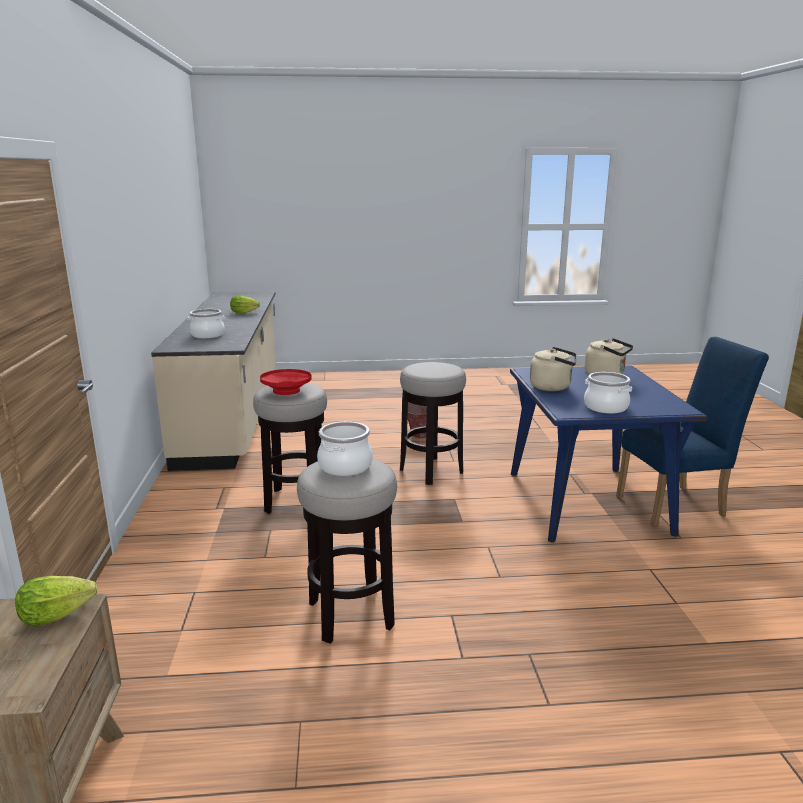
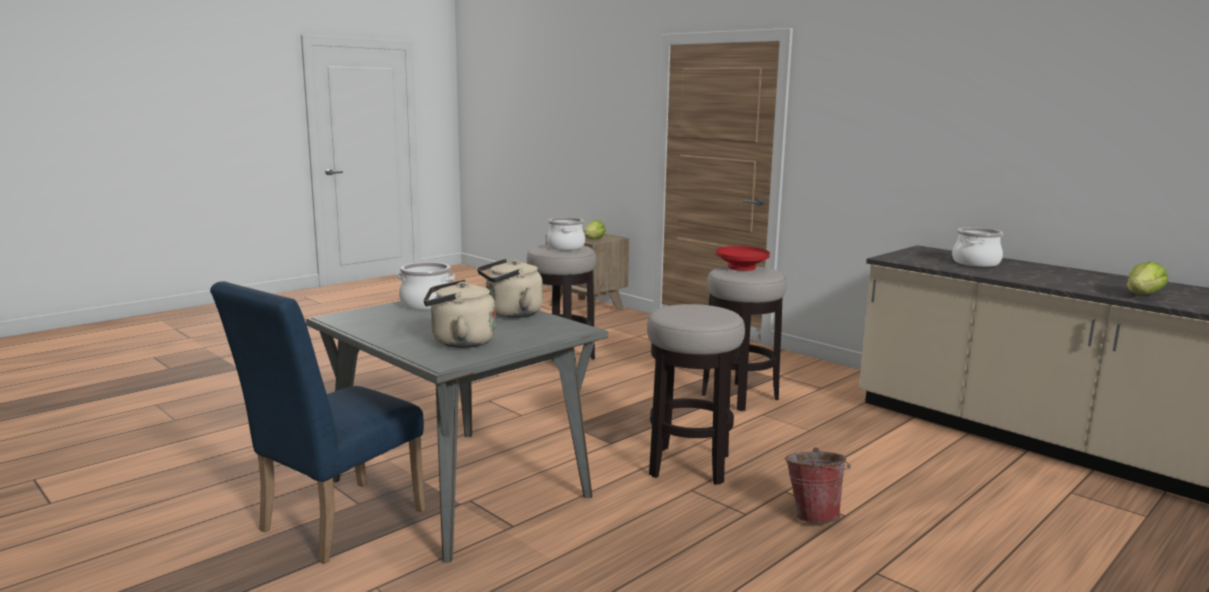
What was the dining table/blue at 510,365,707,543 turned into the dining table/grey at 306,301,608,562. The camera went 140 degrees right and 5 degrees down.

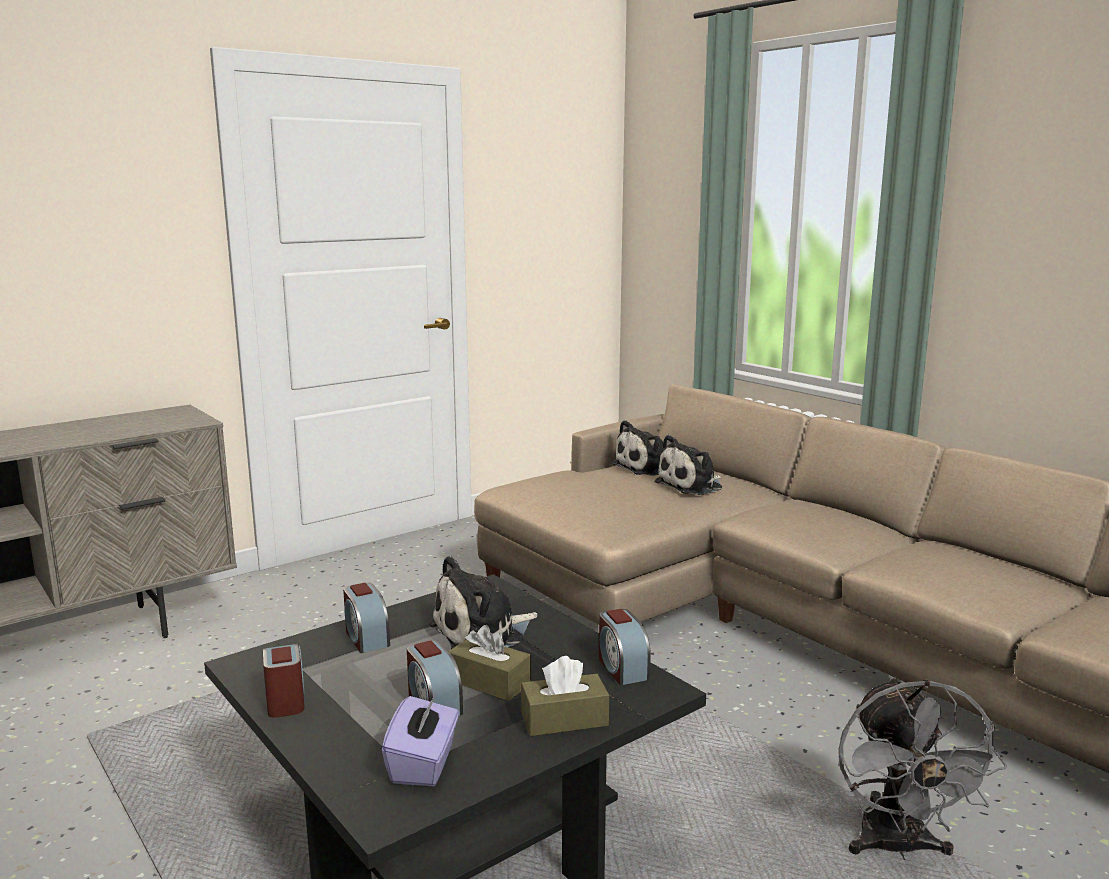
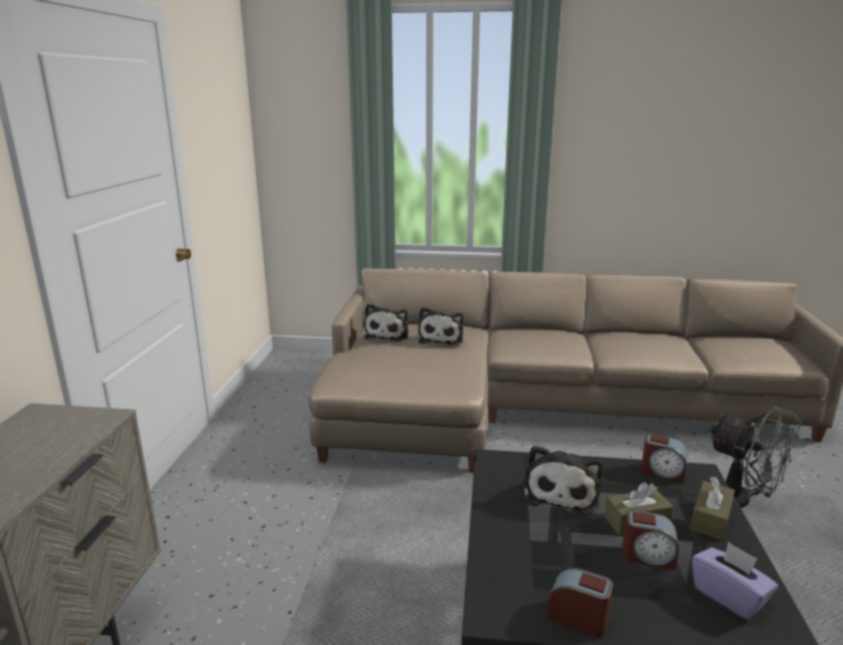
The second view lost the alarm clock at 343,583,390,653. The camera went 45 degrees left and 5 degrees up.

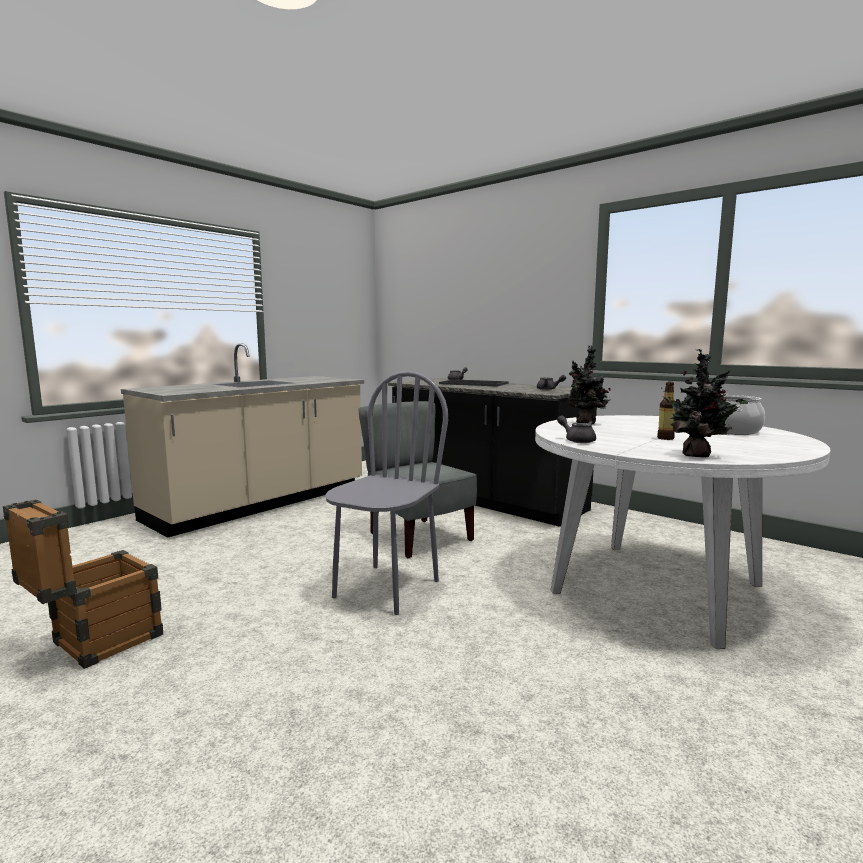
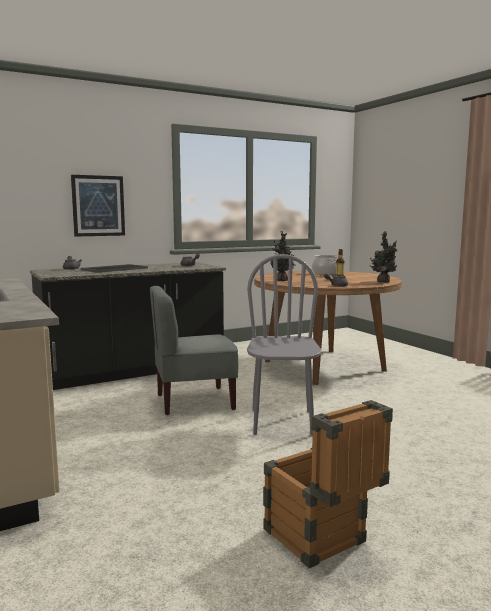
The second view gained the picture at 71,175,125,237. The chair/grey at 325,371,448,615 ended up facing another way, 45 degrees clockwise from before. What was the dining table/white at 535,415,831,649 turned into the dining table/brown at 254,271,402,385. The camera went 70 degrees left and 0 degrees up.

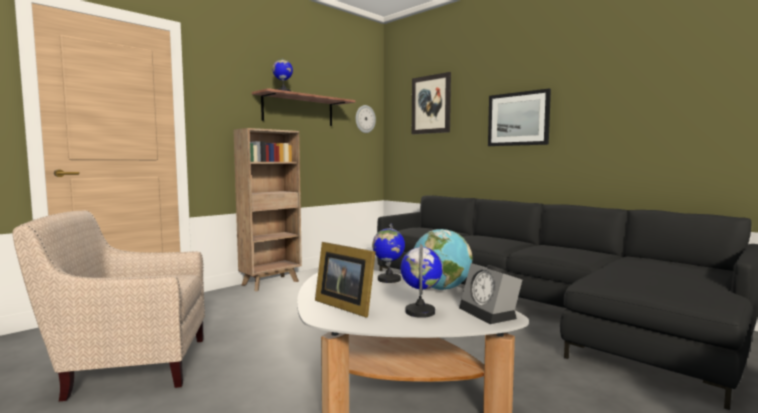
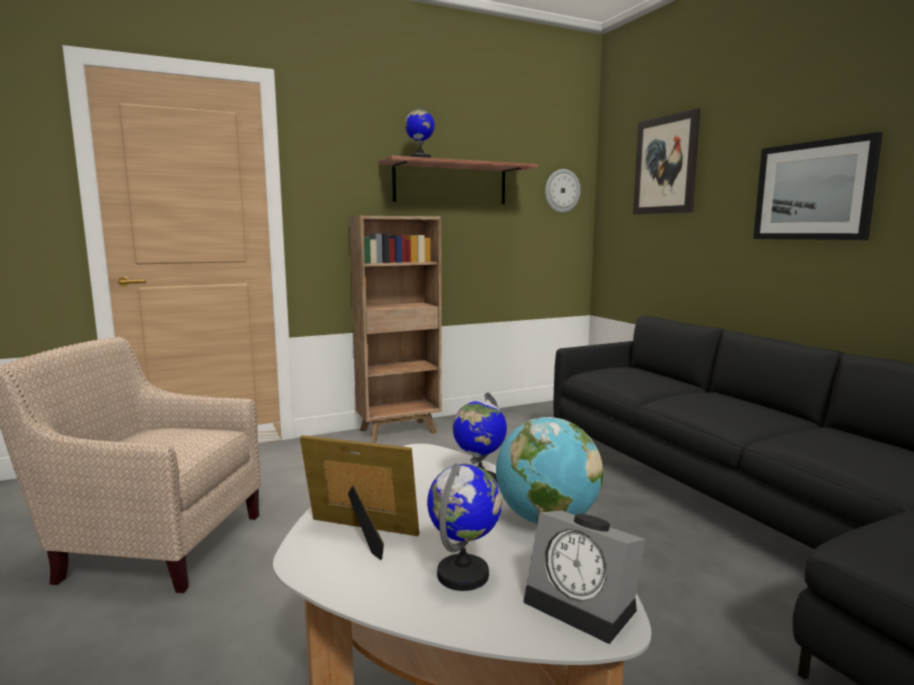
The picture frame at 315,242,376,317 ended up facing another way, 135 degrees clockwise from before. The alarm clock at 459,263,522,324 ended up facing another way, 45 degrees counterclockwise from before. The camera went 20 degrees right and 5 degrees up.

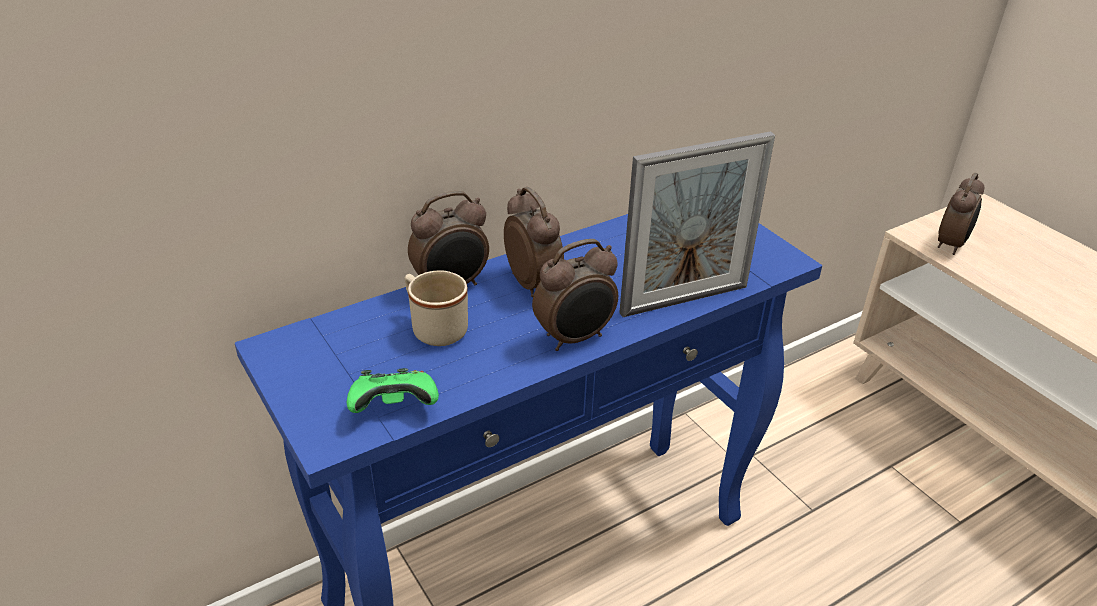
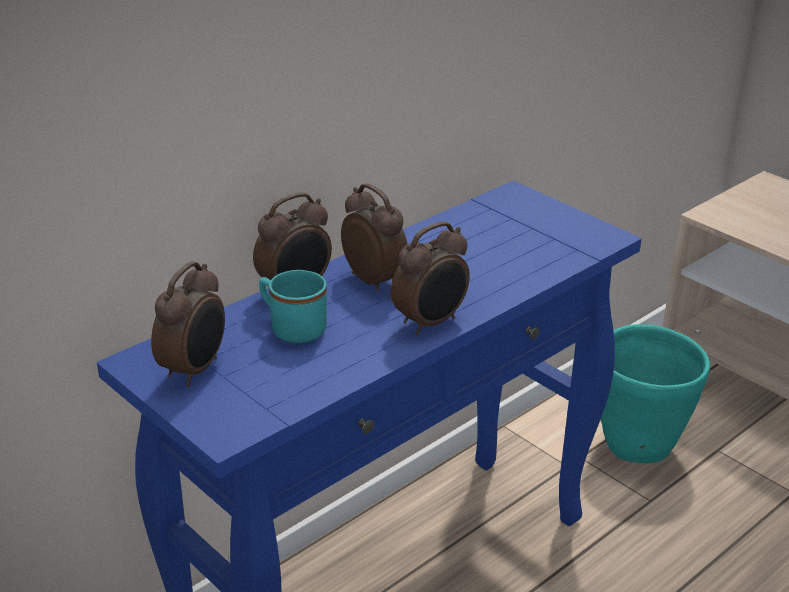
The alarm clock ended up elsewhere, having gone from 938,173,984,255 to 151,261,225,387. What was the mug/beige at 405,270,468,346 turned into the mug/turquoise at 259,270,327,344. The second view gained the planter/turquoise at 601,324,710,463. The second view lost the game controller/green at 347,368,439,413. The second view lost the picture frame at 619,131,775,317. The camera went 10 degrees left and 5 degrees down.

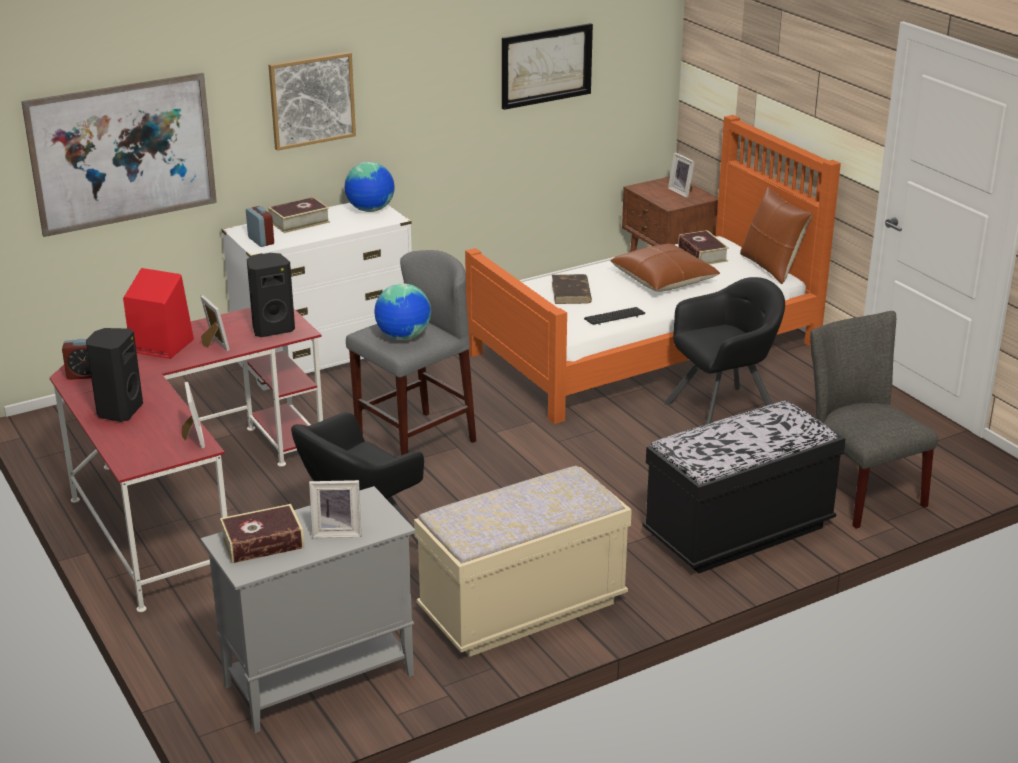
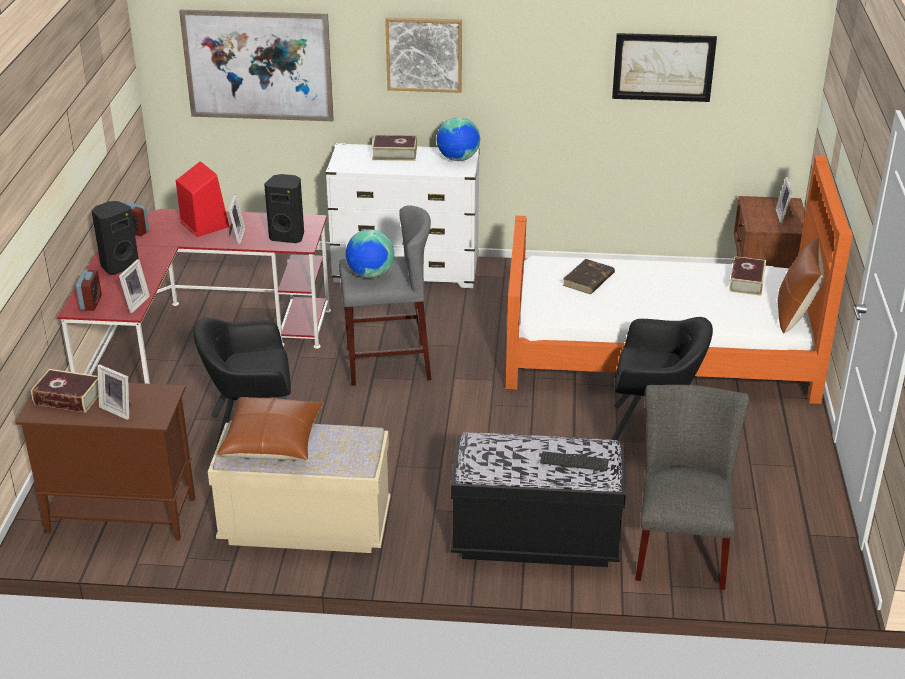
What was the cabinet/grey at 201,486,415,733 turned into the cabinet/brown at 15,383,195,541. The alarm clock ended up elsewhere, having gone from 246,206,274,247 to 76,270,102,311. The pillow/brown ended up elsewhere, having gone from 611,244,720,292 to 217,397,323,461. The keyboard ended up elsewhere, having gone from 584,307,645,325 to 540,451,609,472. The camera went 35 degrees right and 5 degrees up.

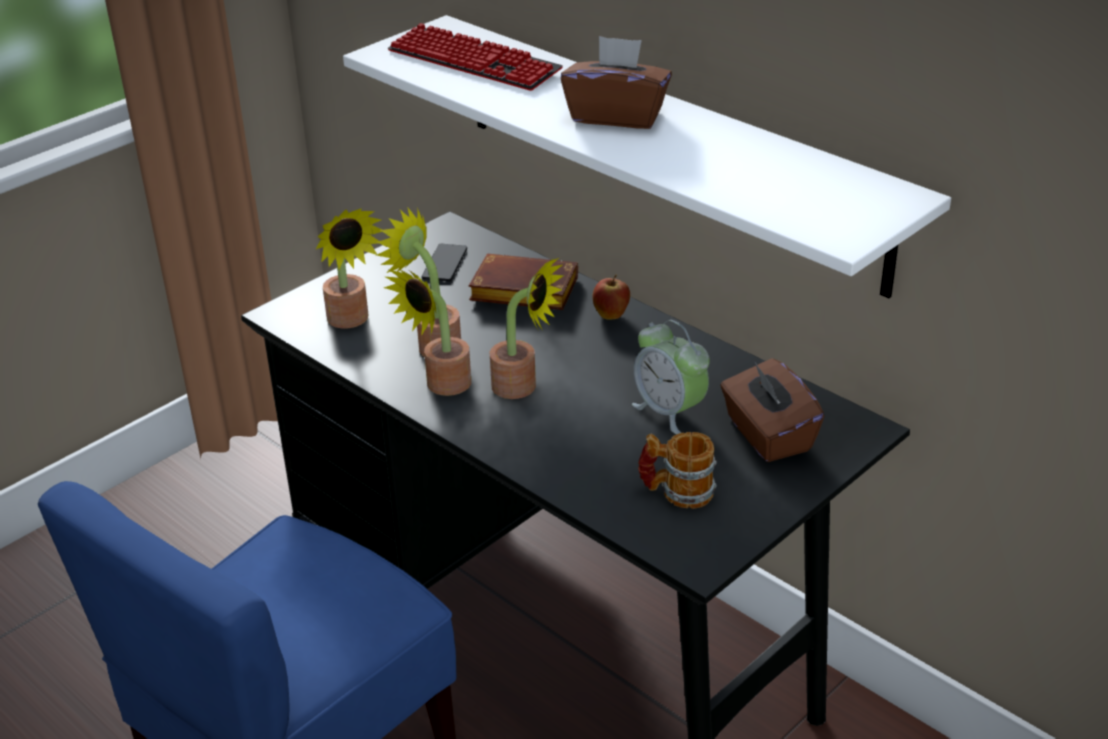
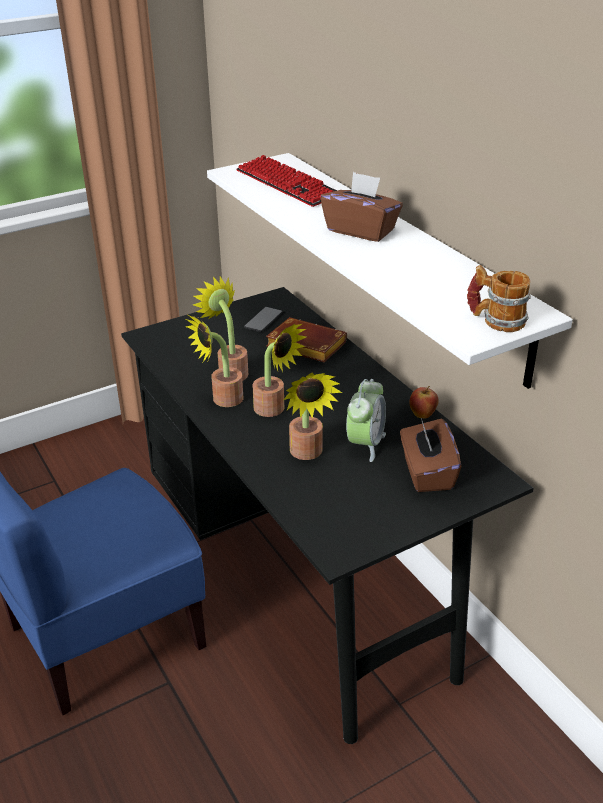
The potted plant ended up elsewhere, having gone from 316,208,382,329 to 284,373,342,460. The alarm clock at 632,320,710,435 ended up facing another way, 135 degrees counterclockwise from before. The apple ended up elsewhere, having gone from 593,275,630,320 to 409,386,439,418. The mug ended up elsewhere, having gone from 638,432,717,509 to 467,265,531,332. The camera went 15 degrees right and 0 degrees up.

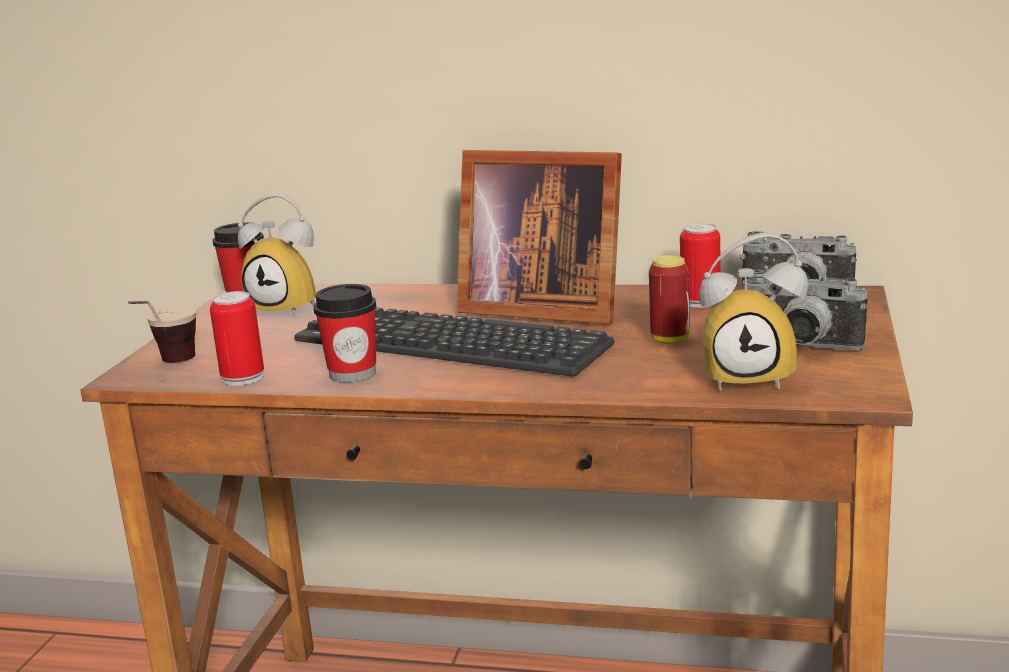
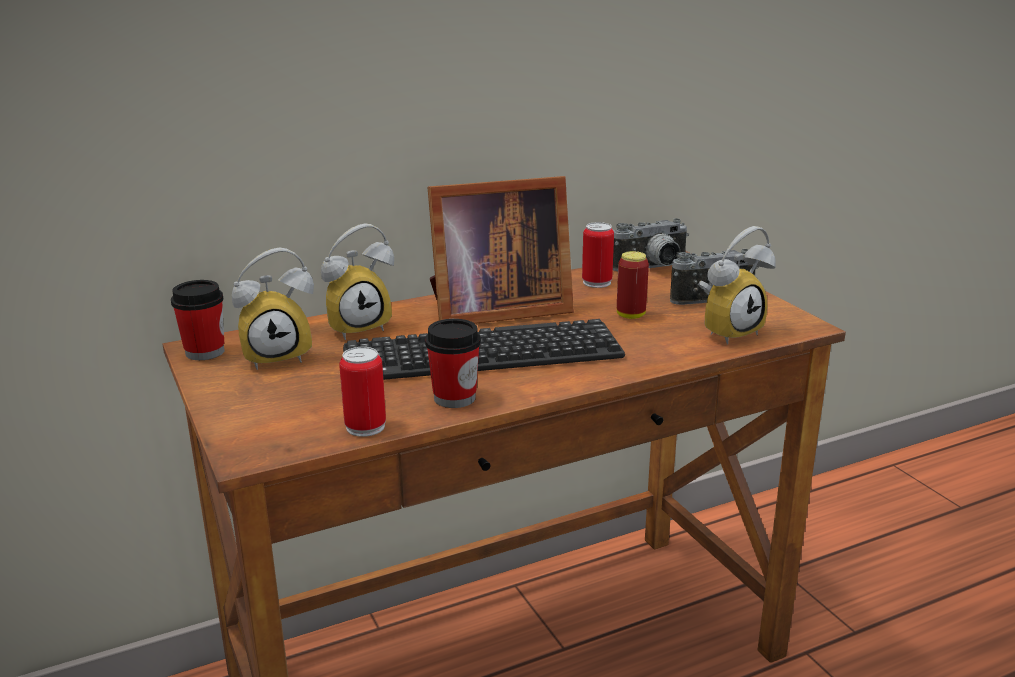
The second view gained the alarm clock at 321,223,394,340. The second view lost the cup at 128,301,196,363. The camera went 40 degrees left and 5 degrees up.

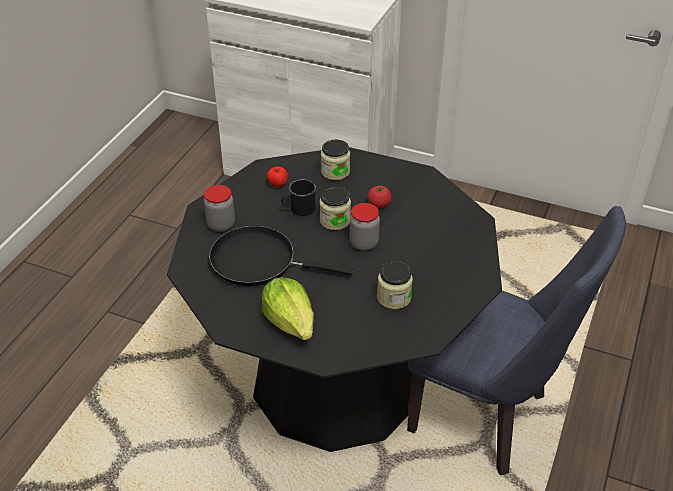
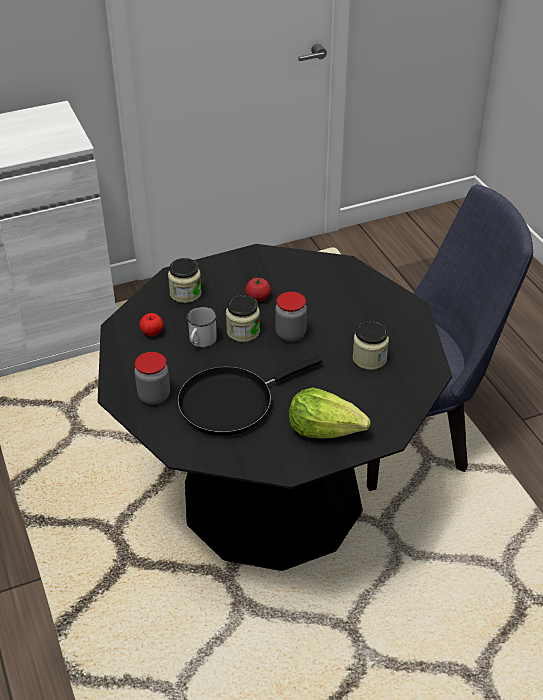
What was the mug/black at 281,179,316,216 turned into the mug/white at 187,307,217,347. The camera went 45 degrees left and 0 degrees up.

